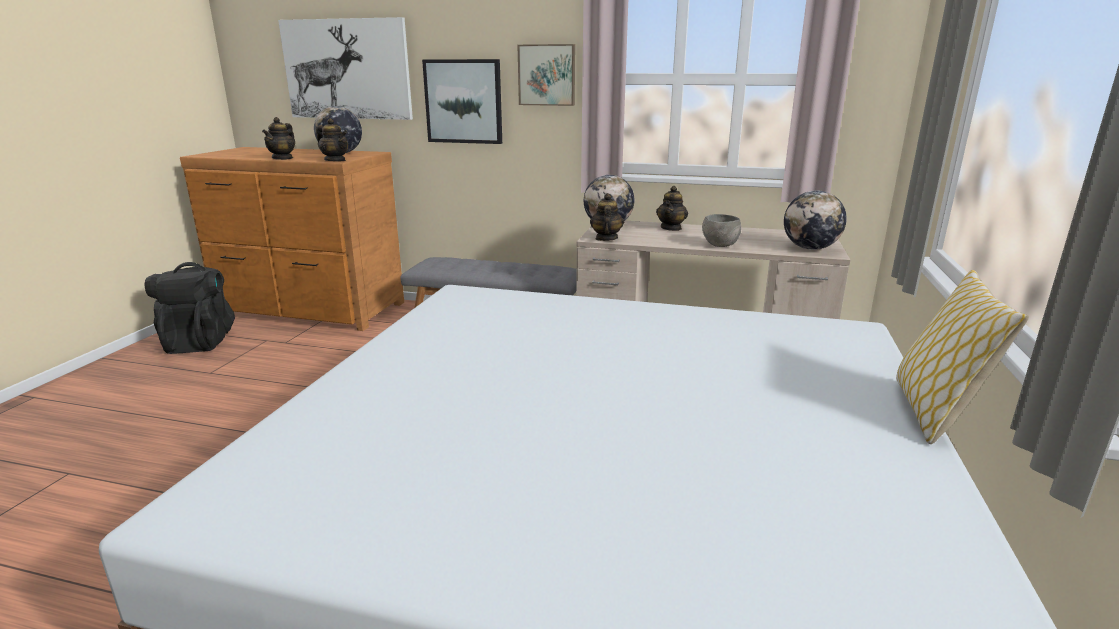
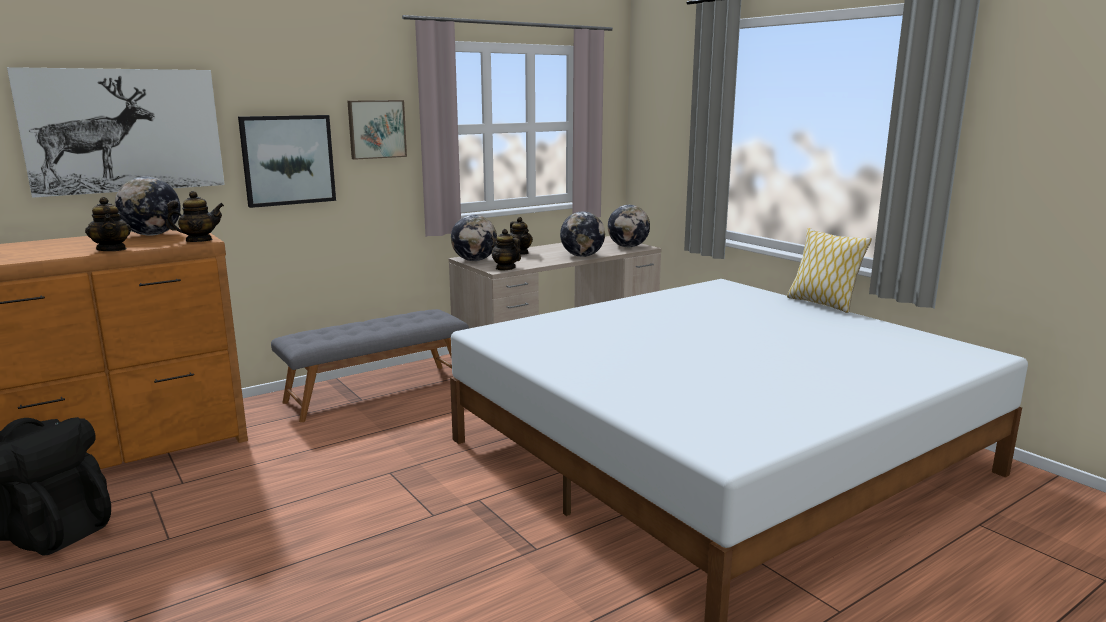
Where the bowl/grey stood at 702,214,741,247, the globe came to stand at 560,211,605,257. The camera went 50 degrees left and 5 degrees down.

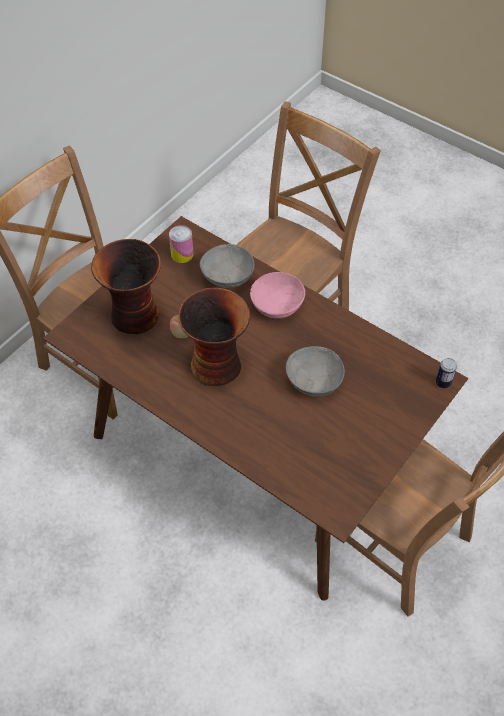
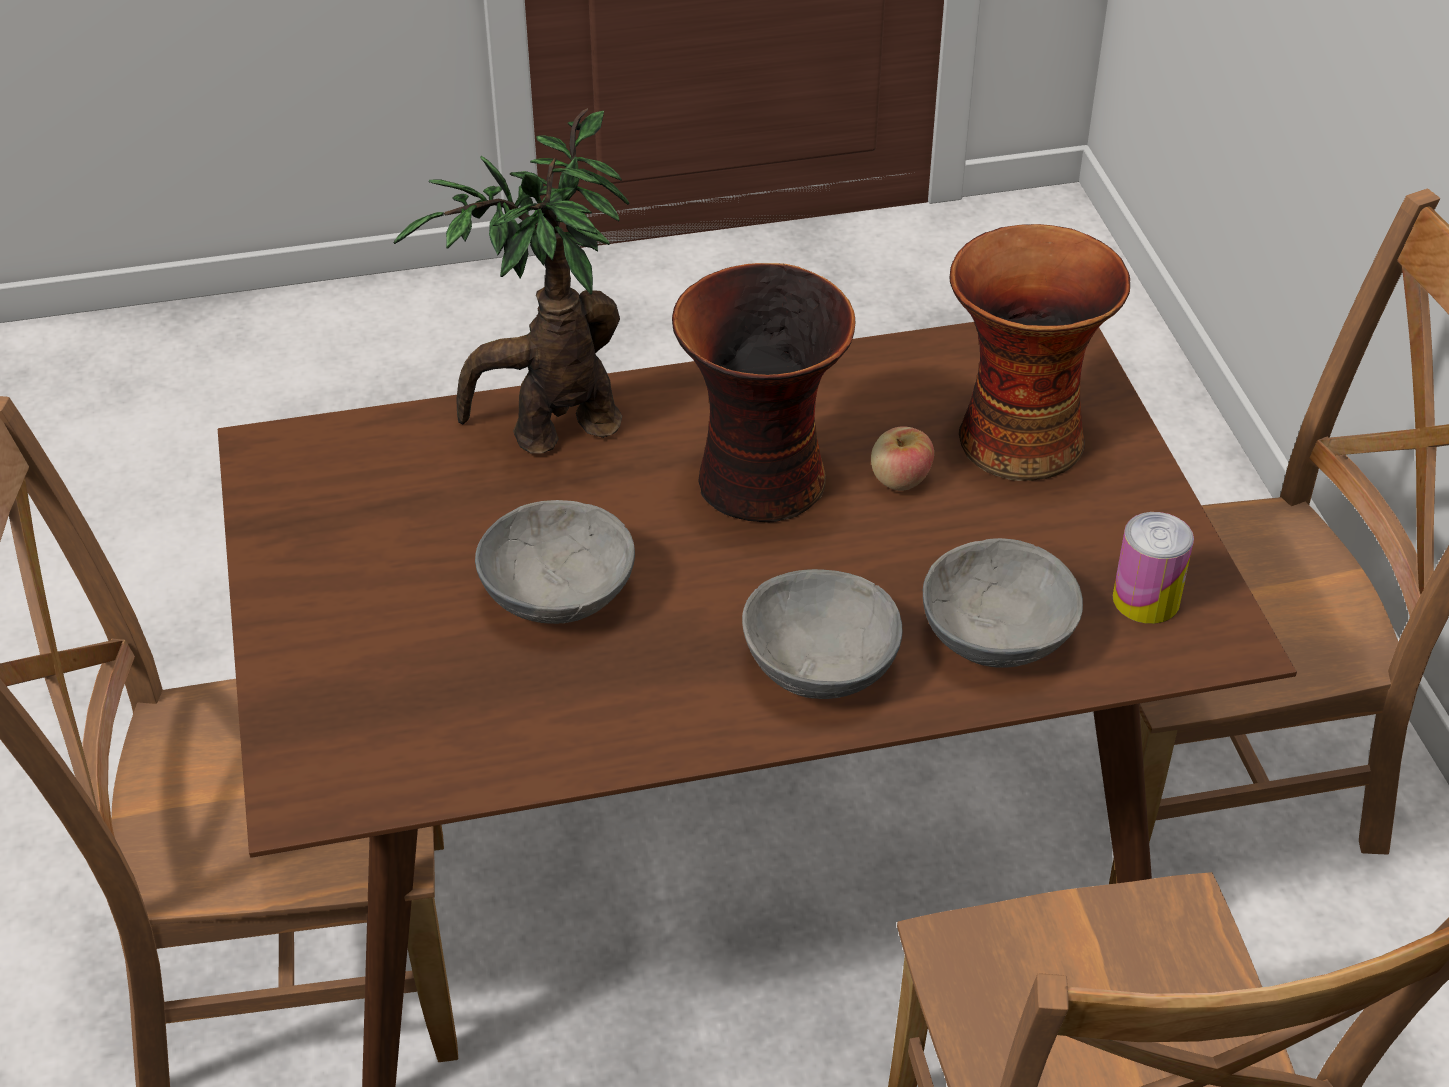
The second view gained the potted plant at 393,108,629,454. What was the bowl/pink at 250,272,305,319 turned into the bowl/grey at 742,569,903,699. The second view lost the can at 436,358,457,388. The camera went 130 degrees right and 10 degrees down.

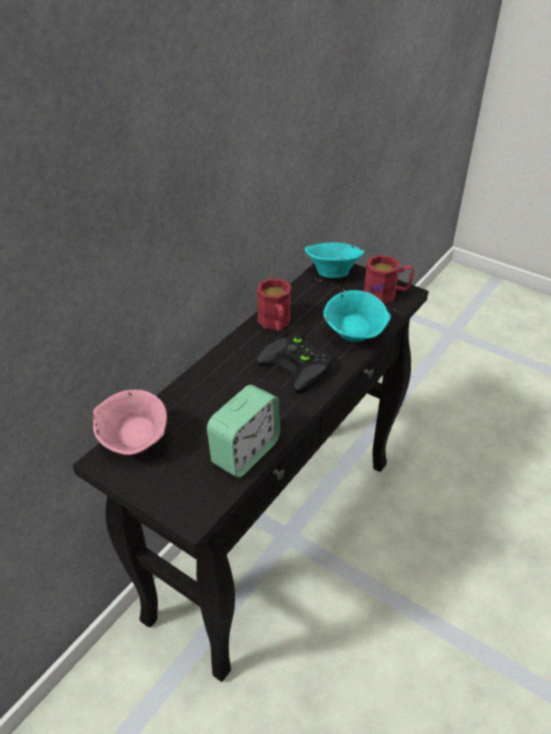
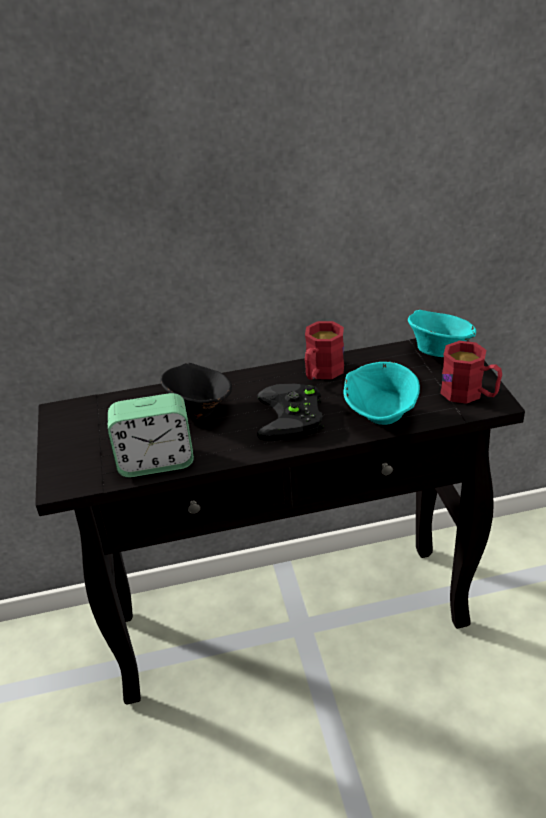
The second view gained the bowl/black at 160,363,232,419. The second view lost the bowl/pink at 93,389,167,455. The camera went 45 degrees right and 5 degrees down.

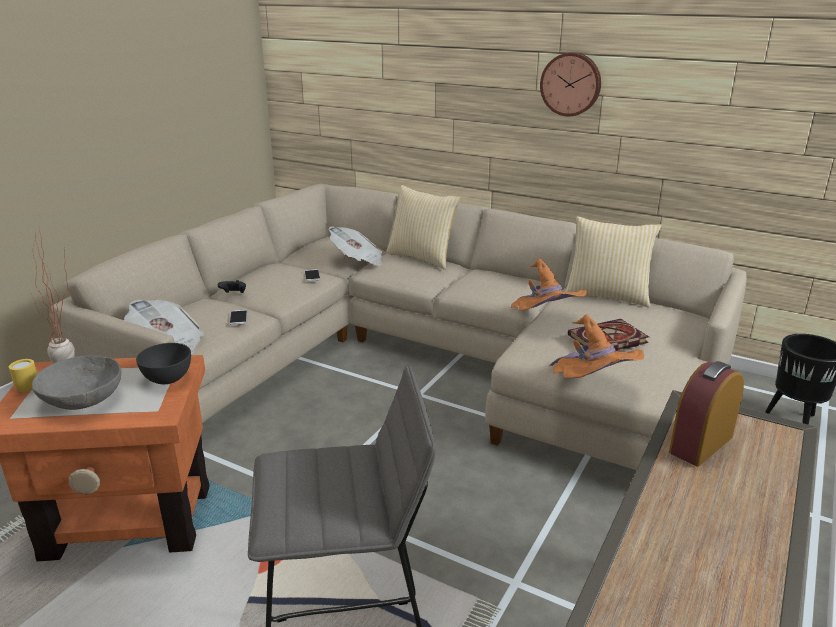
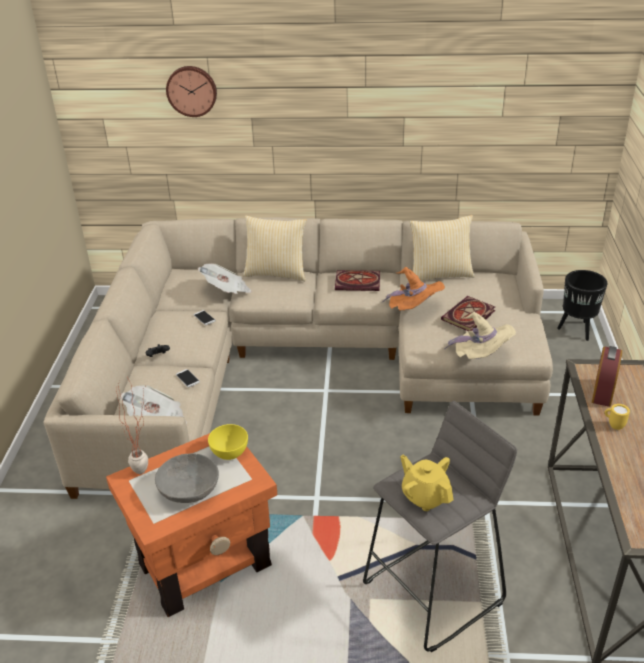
The wall clock ended up elsewhere, having gone from 540,52,601,116 to 166,66,217,117. What was the bowl/grey at 136,343,191,384 turned into the bowl/yellow at 208,424,248,460. The second view gained the book at 335,270,380,291. The second view gained the teapot/yellow at 400,455,454,511. What was the hat/orange at 549,314,644,378 turned into the hat/beige at 444,311,516,359. The mug/yellow ended up elsewhere, having gone from 9,359,37,392 to 605,404,630,430. The camera went 25 degrees left and 10 degrees up.

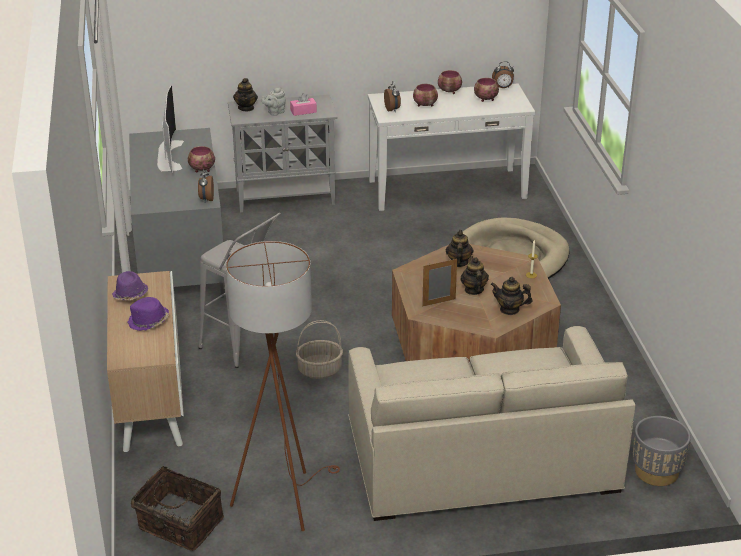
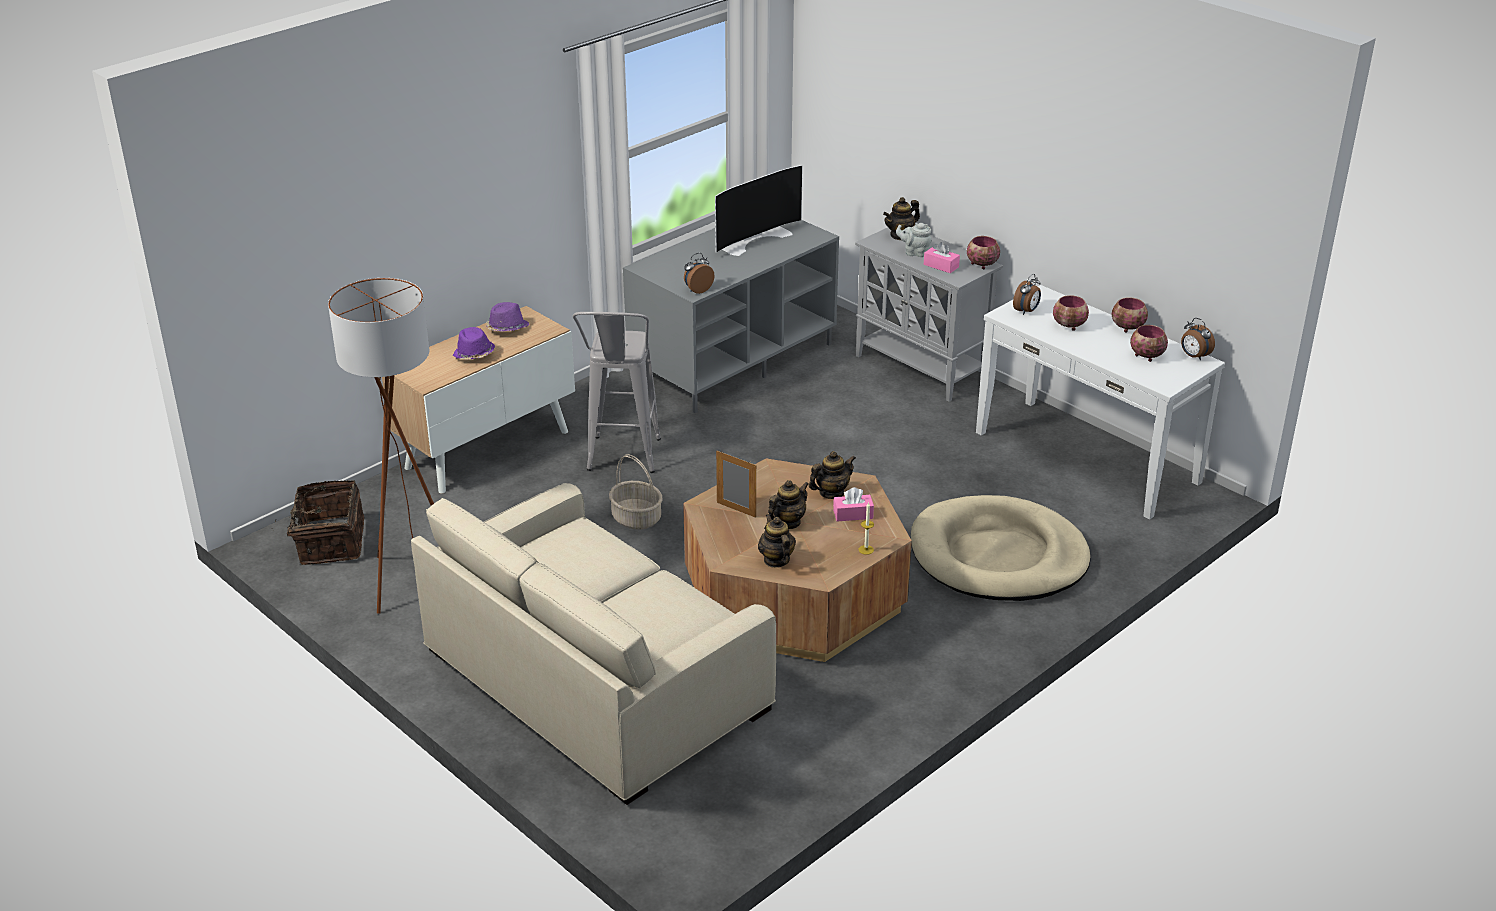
The second view gained the tissue box/pink at 833,487,874,521. The bowl ended up elsewhere, having gone from 188,146,215,173 to 967,236,1000,269. The second view lost the planter/grey at 633,416,691,486. The camera went 55 degrees right and 0 degrees up.

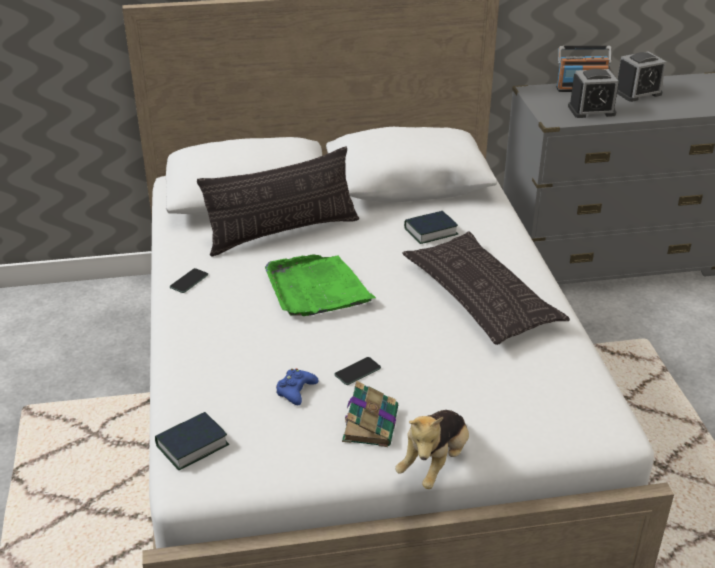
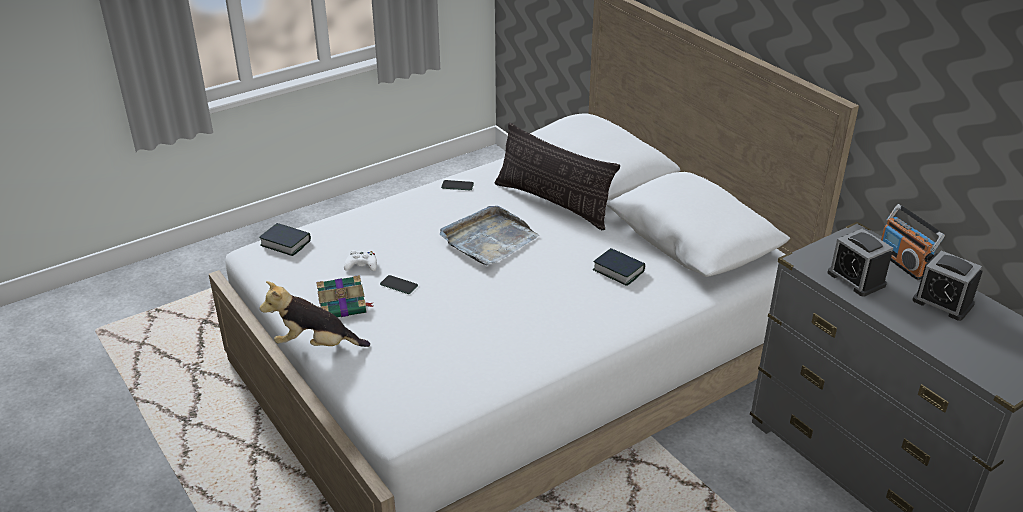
What was the game controller/blue at 276,368,319,405 turned into the game controller/white at 344,249,377,271. What was the tray/green at 265,254,376,316 turned into the tray/grey at 440,206,539,266. The second view lost the pillow at 402,231,570,345. The camera went 65 degrees right and 0 degrees up.

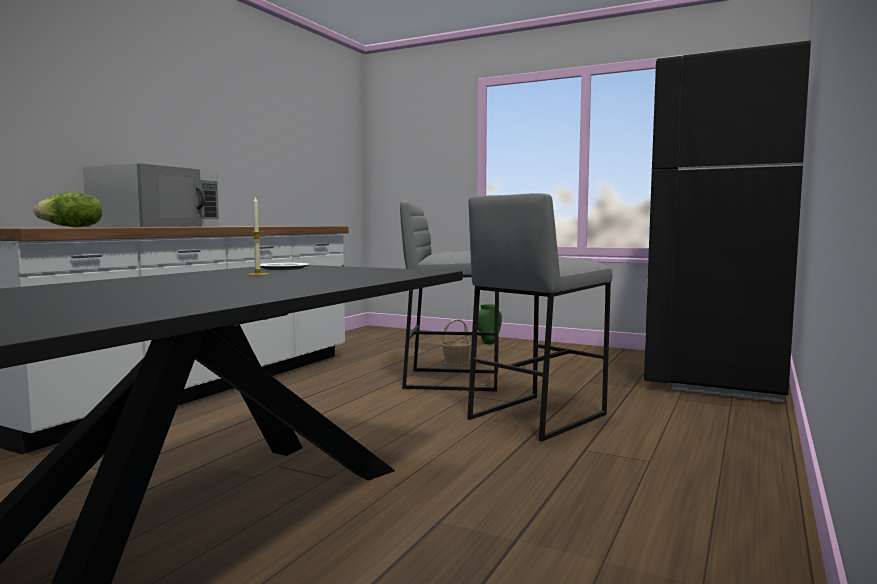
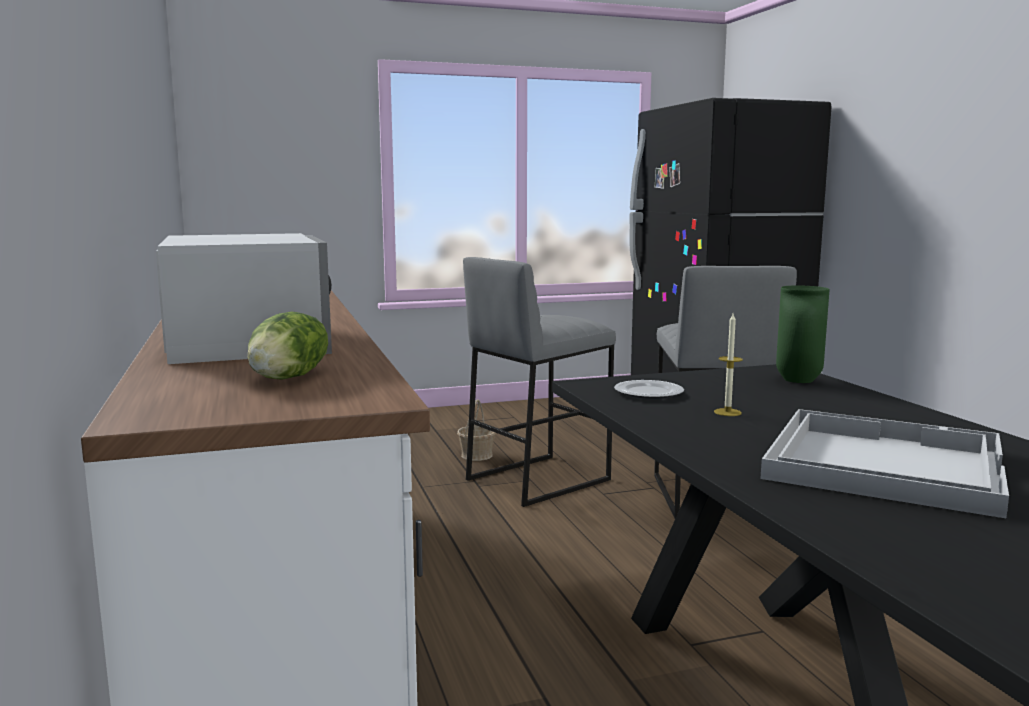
The second view gained the tray/white at 760,409,1009,518. The vase/green ended up elsewhere, having gone from 478,304,502,345 to 776,285,829,383. The camera went 45 degrees left and 5 degrees up.

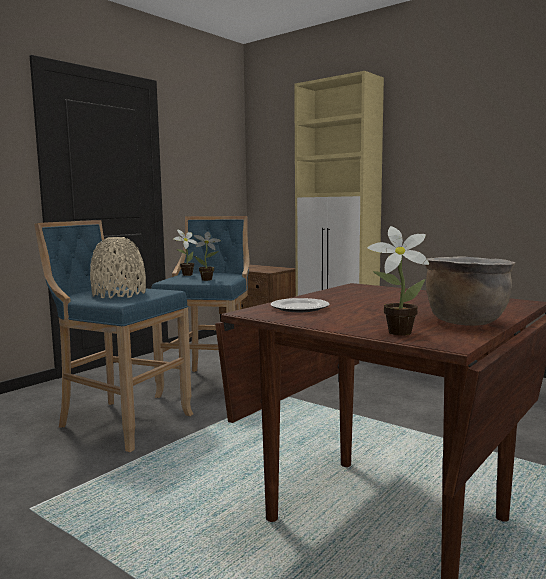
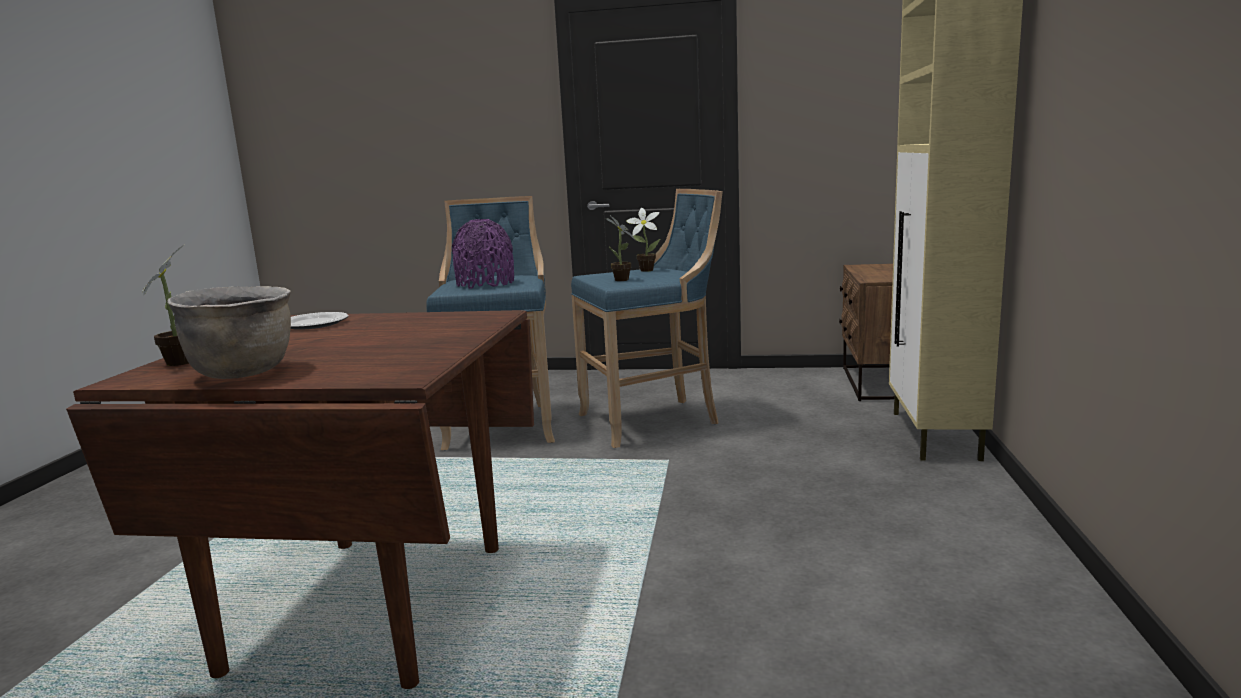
What was the vase/beige at 90,237,146,299 turned into the vase/purple at 452,219,514,289. The camera went 60 degrees right and 5 degrees up.

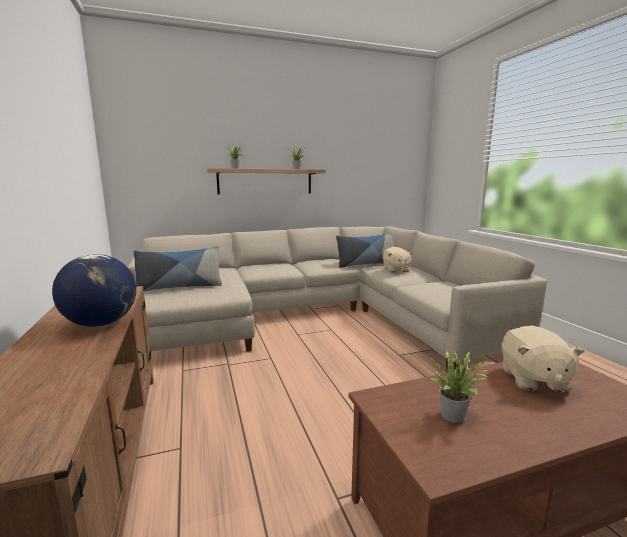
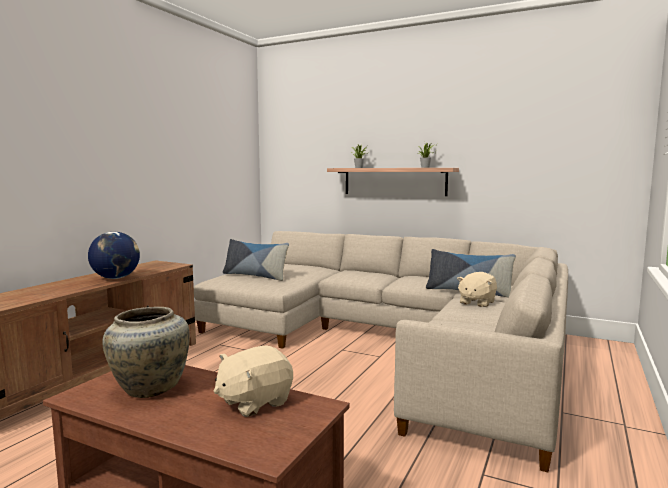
Where the potted plant stood at 429,349,492,423, the vase/beige came to stand at 102,307,190,398. The camera went 45 degrees right and 5 degrees down.

